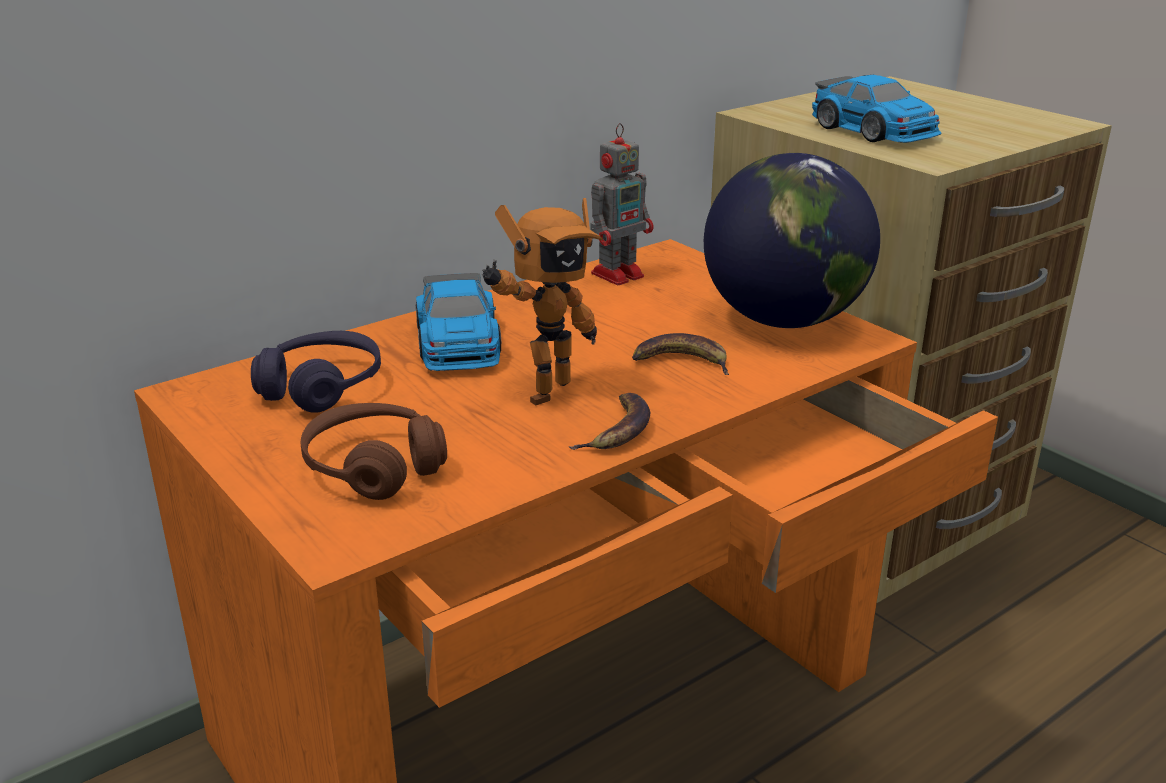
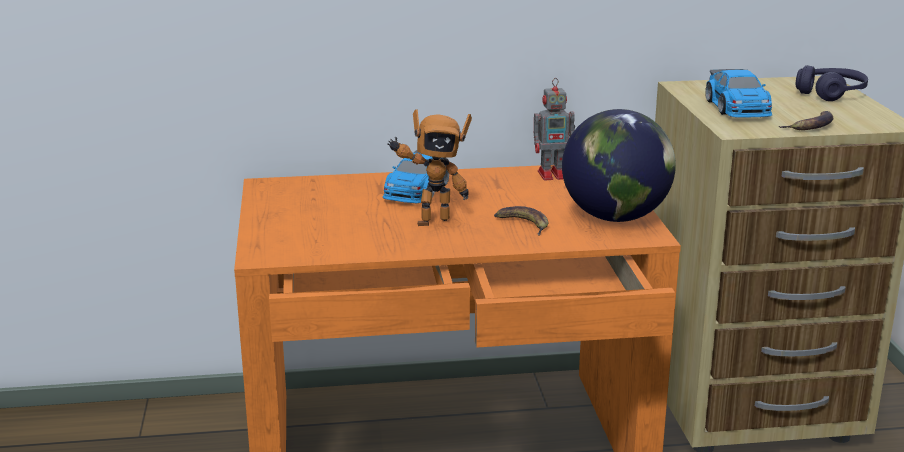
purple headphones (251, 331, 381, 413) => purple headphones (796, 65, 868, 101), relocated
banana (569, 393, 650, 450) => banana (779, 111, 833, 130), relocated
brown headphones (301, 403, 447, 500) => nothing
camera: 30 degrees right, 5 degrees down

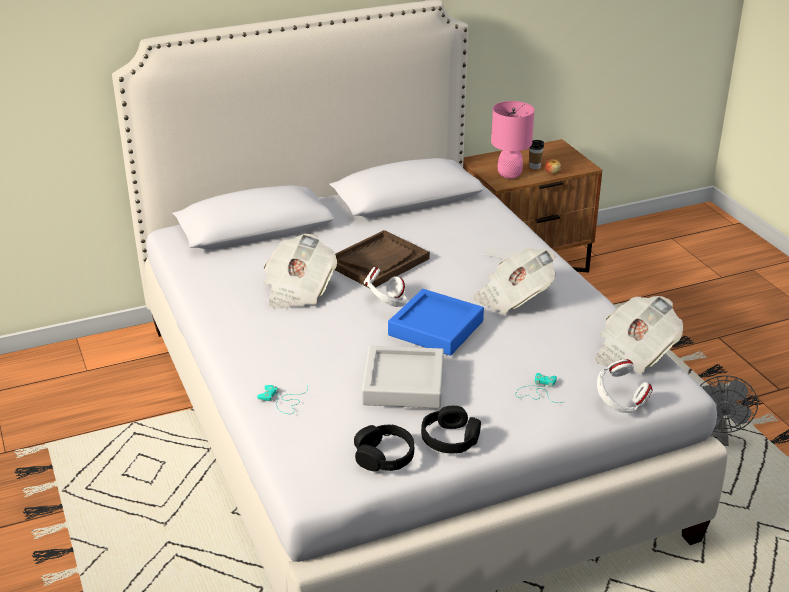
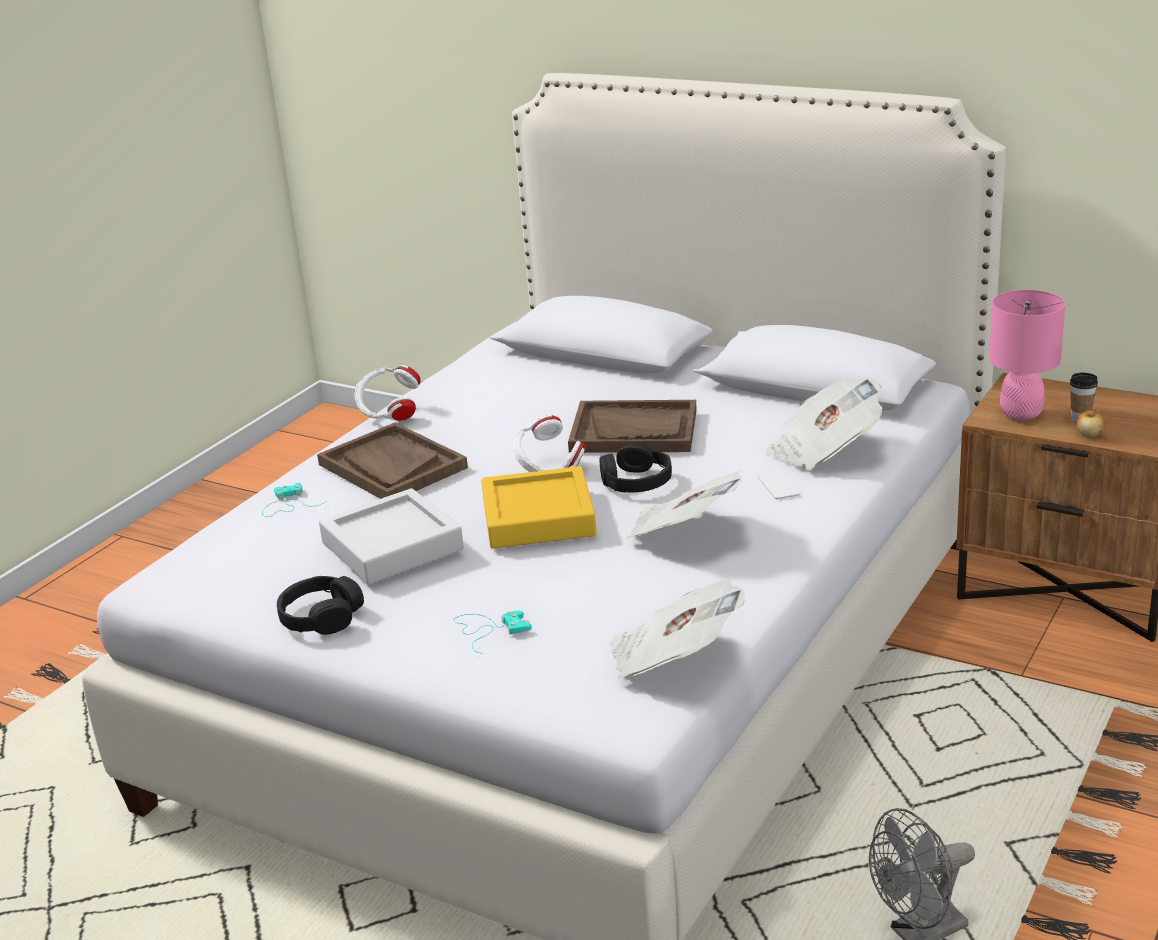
newspaper (264, 234, 337, 309) => newspaper (766, 378, 883, 469), relocated
blue tray (388, 289, 484, 356) => yellow tray (481, 466, 597, 548)
white headphones (597, 359, 652, 413) => white headphones (354, 365, 421, 421), relocated
black headphones (354, 425, 414, 472) => black headphones (599, 443, 672, 492), relocated
nothing => brown tray (317, 423, 468, 499)
camera: 55 degrees right, 5 degrees down

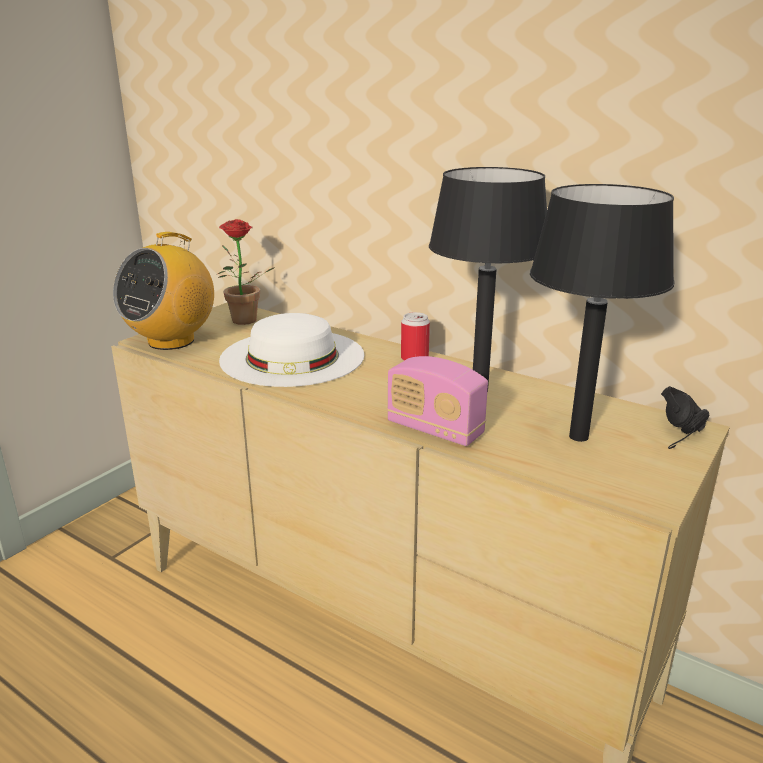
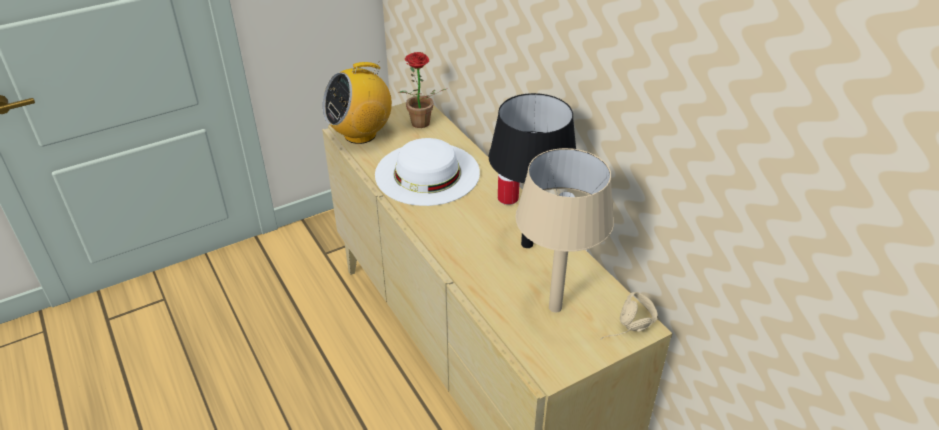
black table lamp (530, 184, 674, 442) => beige table lamp (515, 148, 614, 313)
radio (387, 356, 488, 446) => nothing
black headphones (661, 386, 710, 449) => beige headphones (601, 292, 658, 340)
camera: 25 degrees right, 15 degrees up

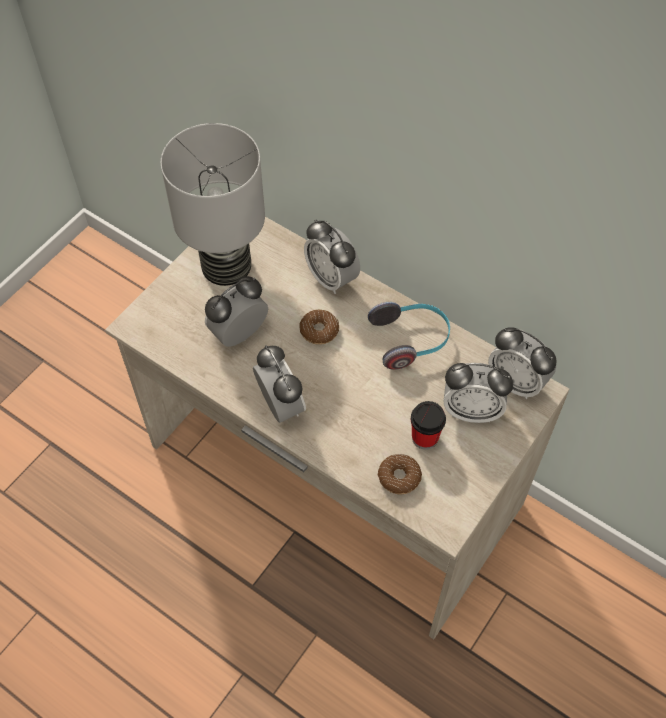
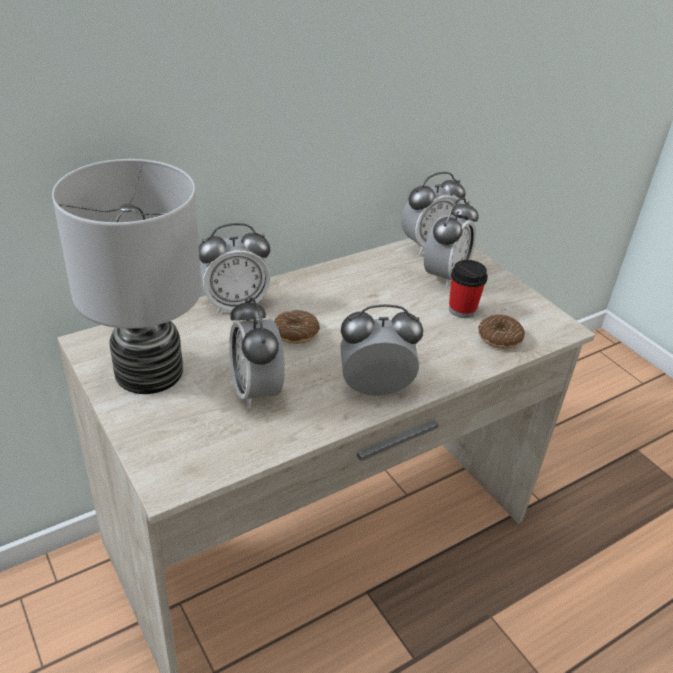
headphones (368, 302, 450, 370) => nothing
camera: 70 degrees left, 20 degrees down

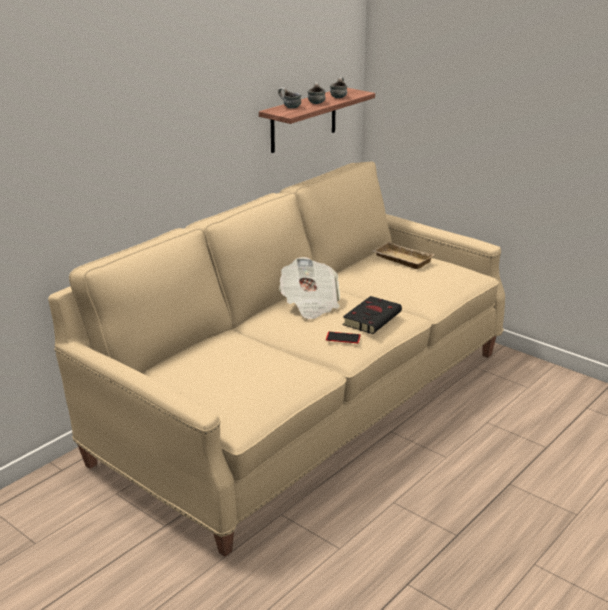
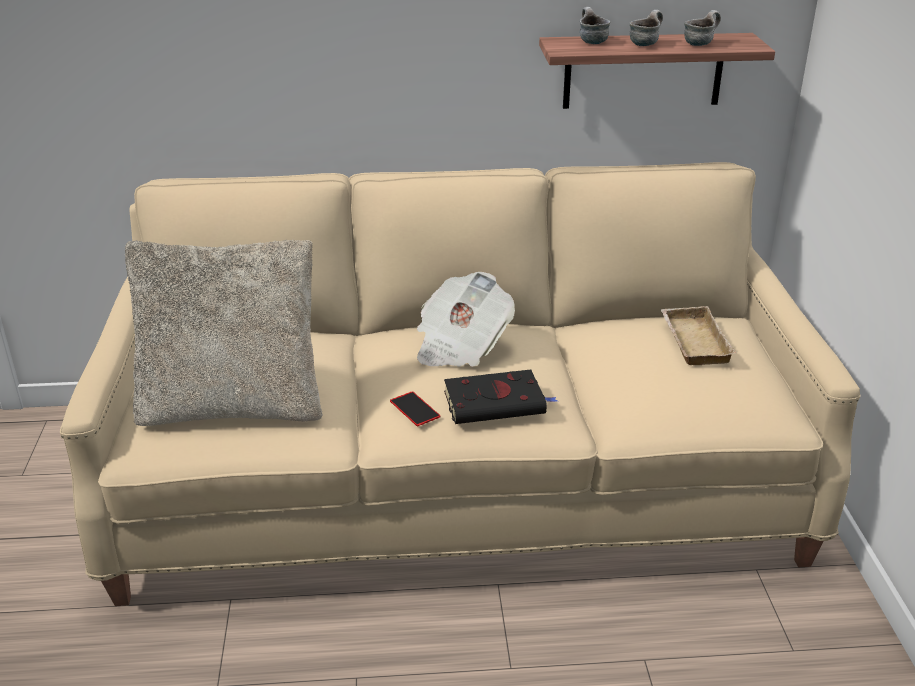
nothing => beige pillow (125, 240, 323, 426)
camera: 45 degrees right, 5 degrees up

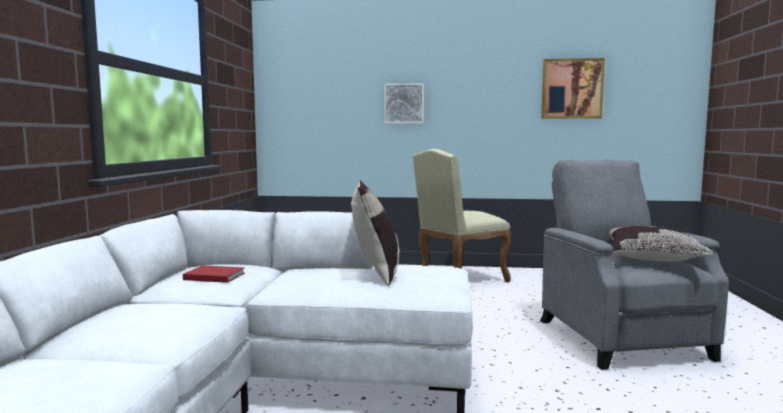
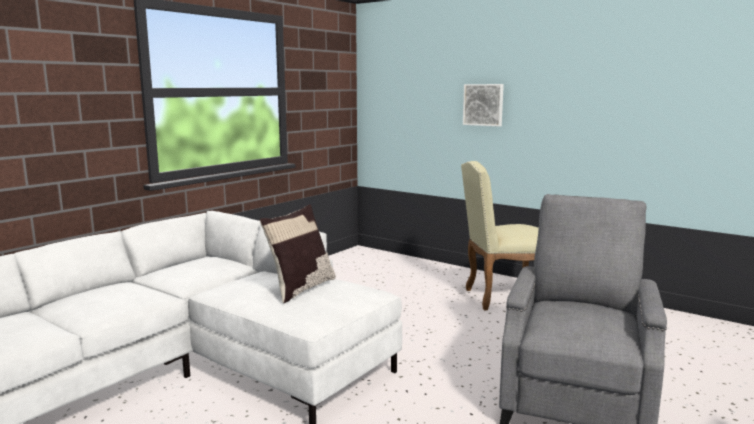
picture (541, 58, 605, 119) => nothing
pillow (609, 226, 713, 261) => nothing
red book (183, 265, 245, 283) => nothing
camera: 30 degrees right, 5 degrees up

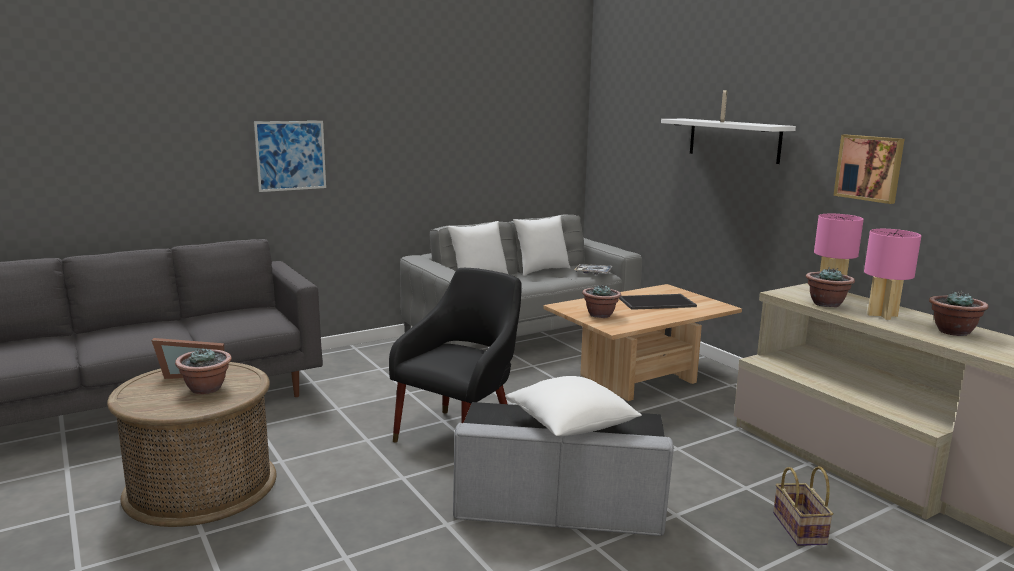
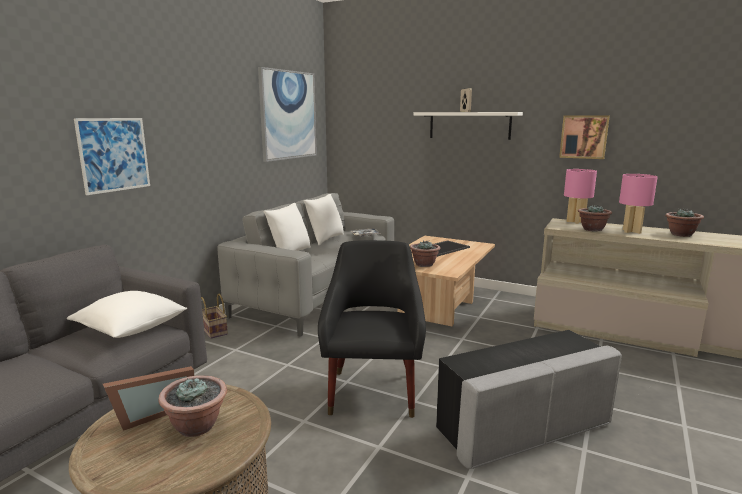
white pillow (505, 376, 642, 436) => white pillow (67, 291, 187, 338), relocated
basket (773, 466, 833, 546) => basket (201, 293, 228, 339), relocated
nothing => picture (258, 67, 317, 162)
camera: 30 degrees left, 0 degrees up

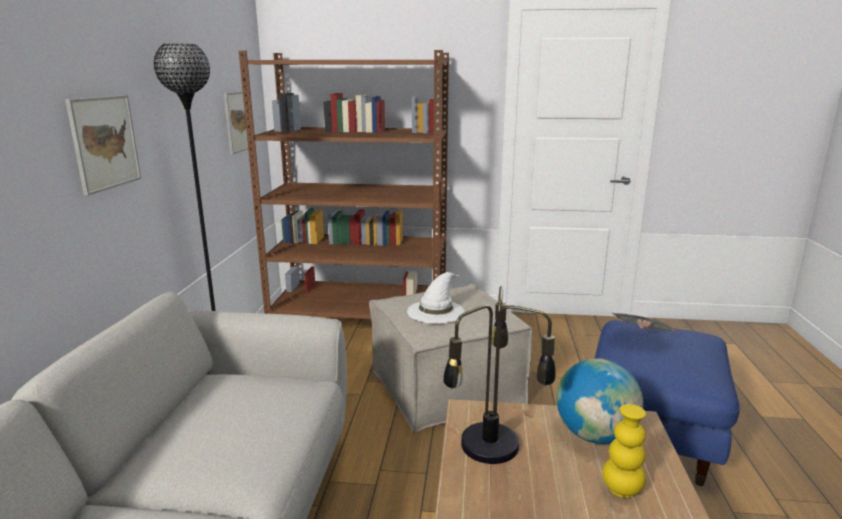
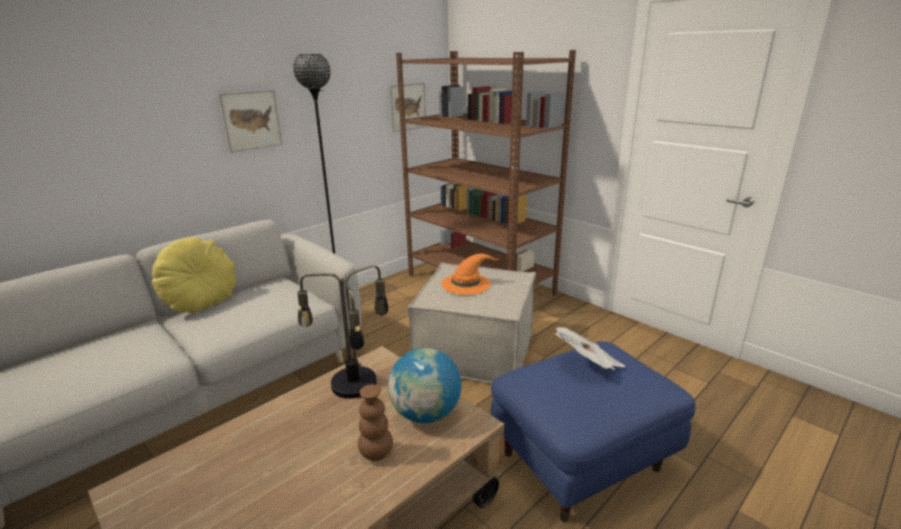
white hat (407, 272, 465, 323) => orange hat (441, 254, 501, 295)
yellow vase (602, 404, 646, 498) => brown vase (358, 384, 393, 461)
nothing => yellow pillow (152, 237, 236, 313)
camera: 40 degrees right, 5 degrees up

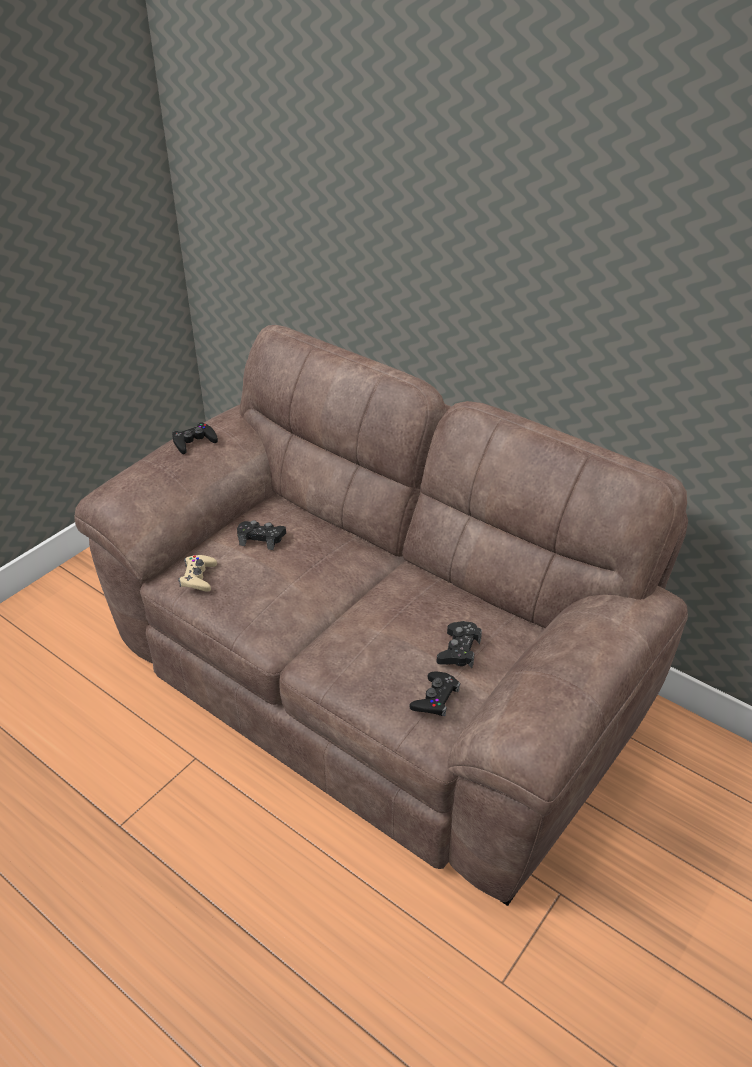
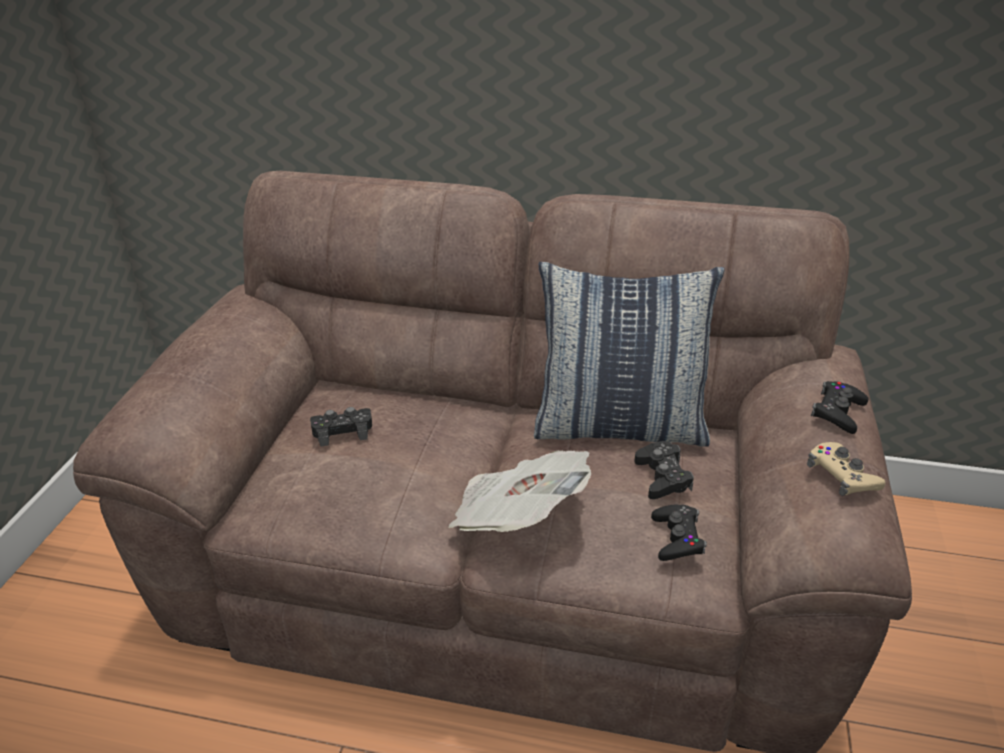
black game controller (172, 422, 218, 454) => black game controller (811, 381, 868, 434), relocated
beige game controller (178, 555, 217, 592) => beige game controller (807, 442, 886, 496), relocated
nothing => pillow (534, 262, 725, 447)
nothing => newspaper (448, 451, 591, 532)
camera: 25 degrees left, 5 degrees down

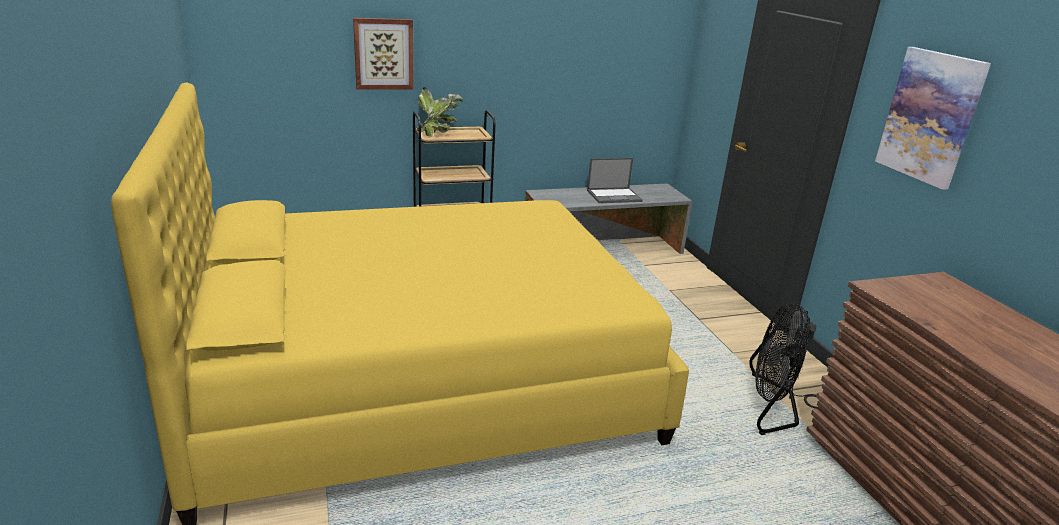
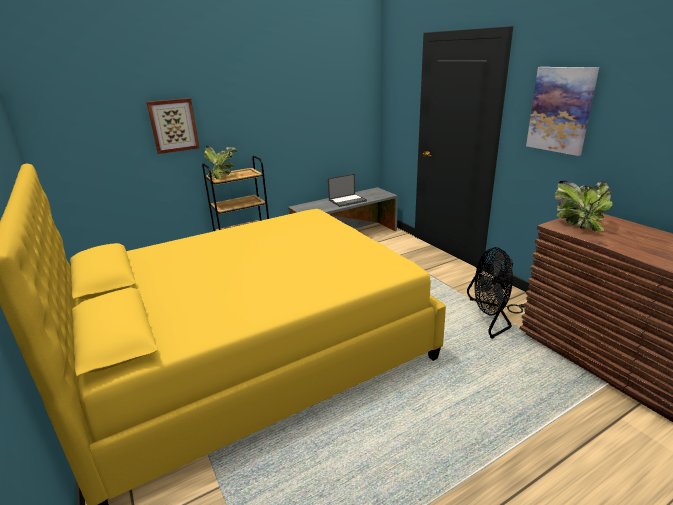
nothing => potted plant (555, 180, 612, 232)
camera: 10 degrees left, 0 degrees up

